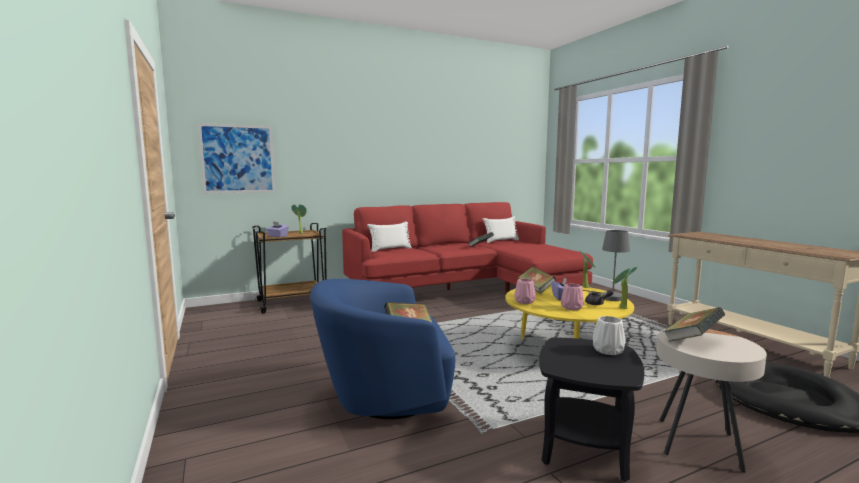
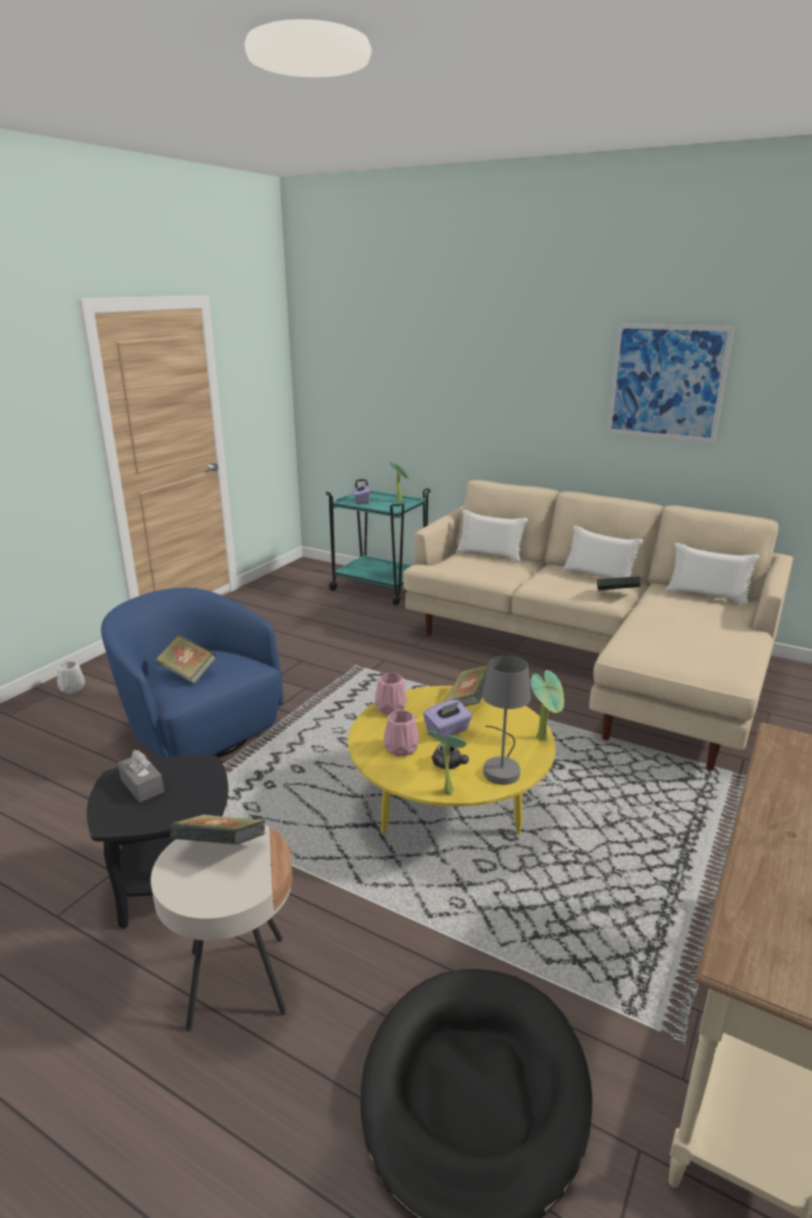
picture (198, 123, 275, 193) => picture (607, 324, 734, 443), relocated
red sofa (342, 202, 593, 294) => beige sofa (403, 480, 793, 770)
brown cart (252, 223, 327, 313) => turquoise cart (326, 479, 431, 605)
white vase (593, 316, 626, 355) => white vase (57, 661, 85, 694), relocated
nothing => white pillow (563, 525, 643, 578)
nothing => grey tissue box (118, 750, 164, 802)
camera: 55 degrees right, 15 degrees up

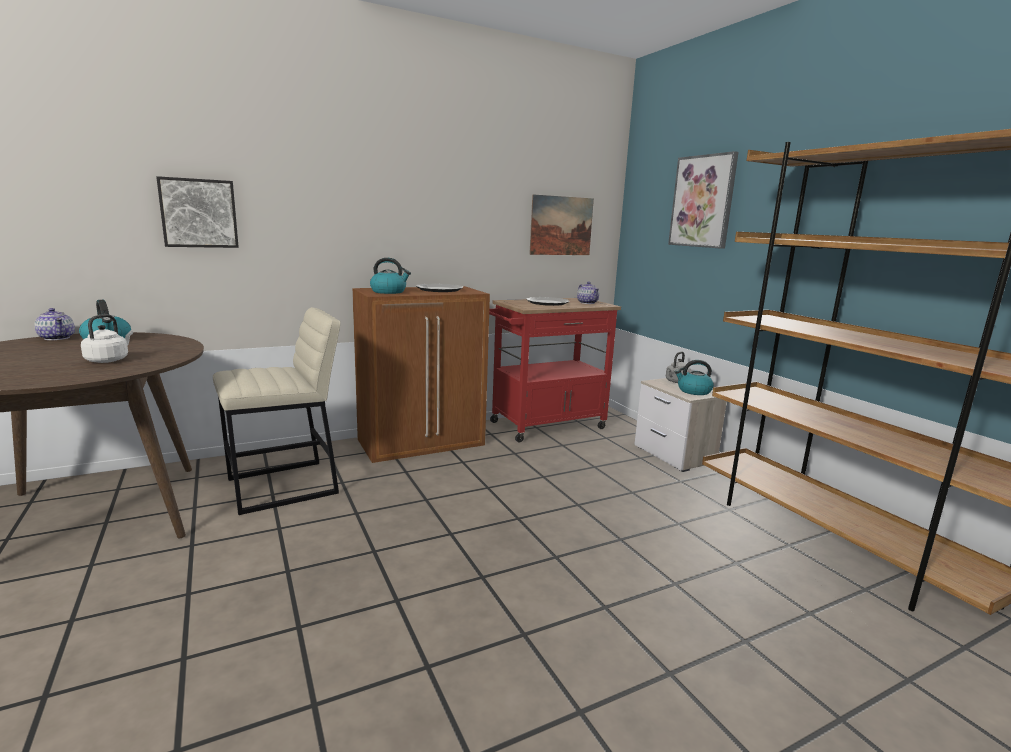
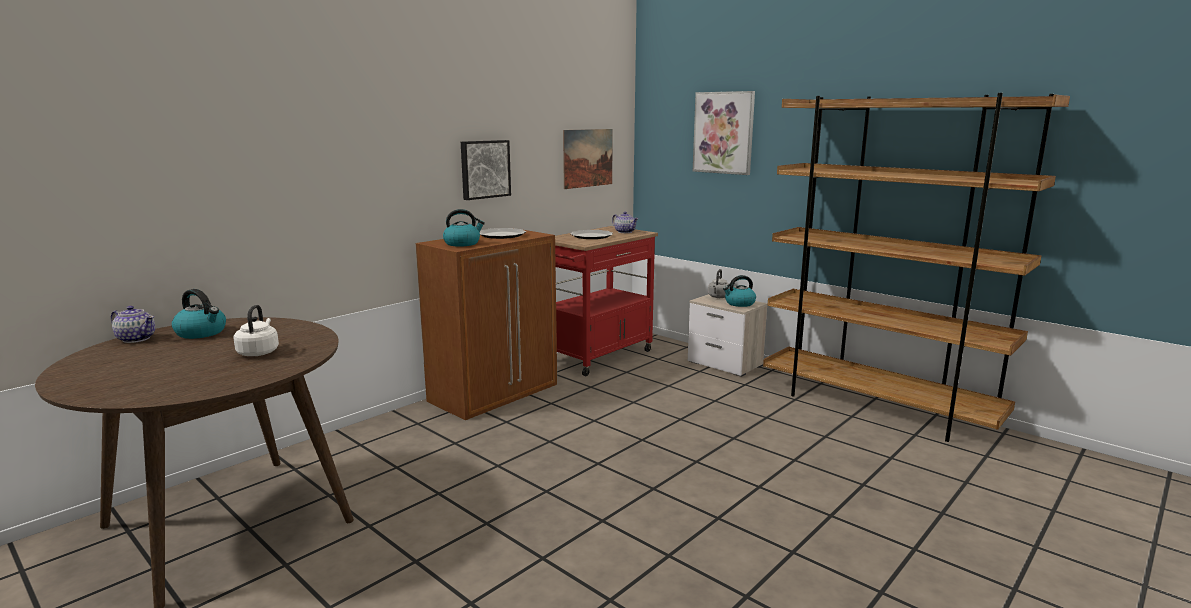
picture (156, 176, 239, 248) => picture (461, 140, 511, 200), relocated
beige chair (213, 307, 340, 515) => nothing
camera: 20 degrees left, 0 degrees up

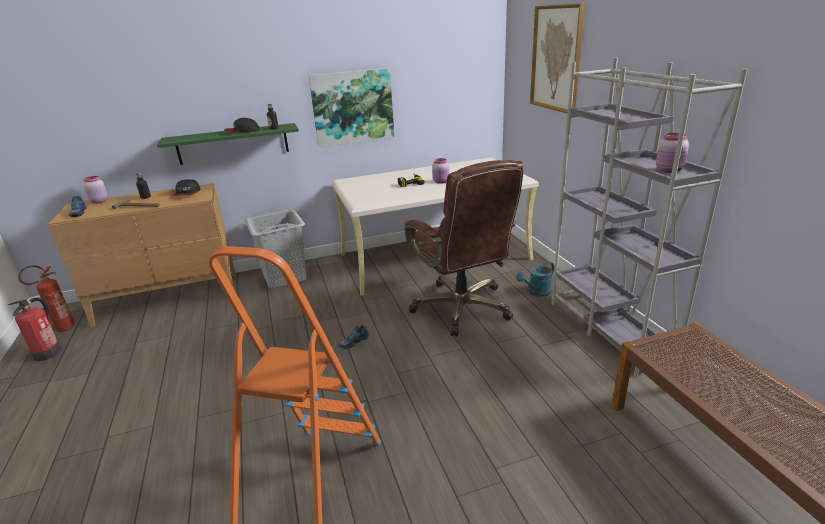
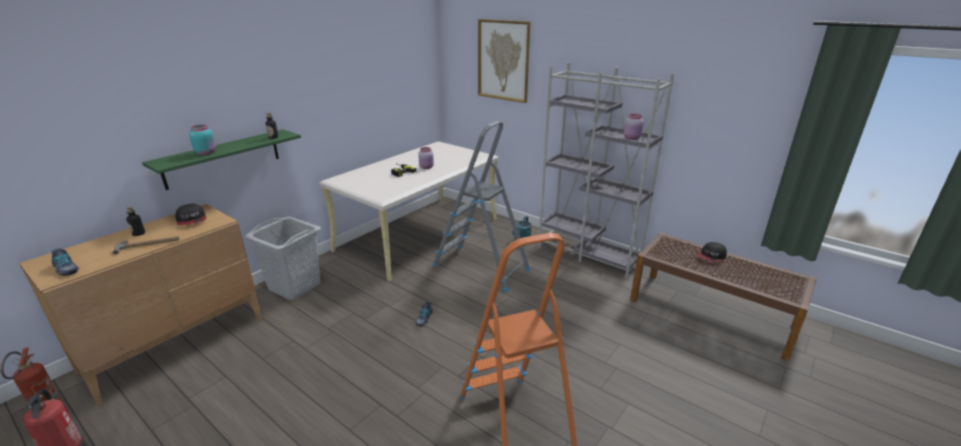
picture (308, 68, 395, 147) => nothing
cap (224, 118, 260, 133) => cap (697, 242, 727, 263), relocated
brown office chair (404, 160, 523, 336) => grey step ladder (433, 121, 530, 292)
pink jar (83, 176, 108, 204) => nothing
nothing => turquoise jar (189, 125, 216, 155)
camera: 35 degrees left, 0 degrees up

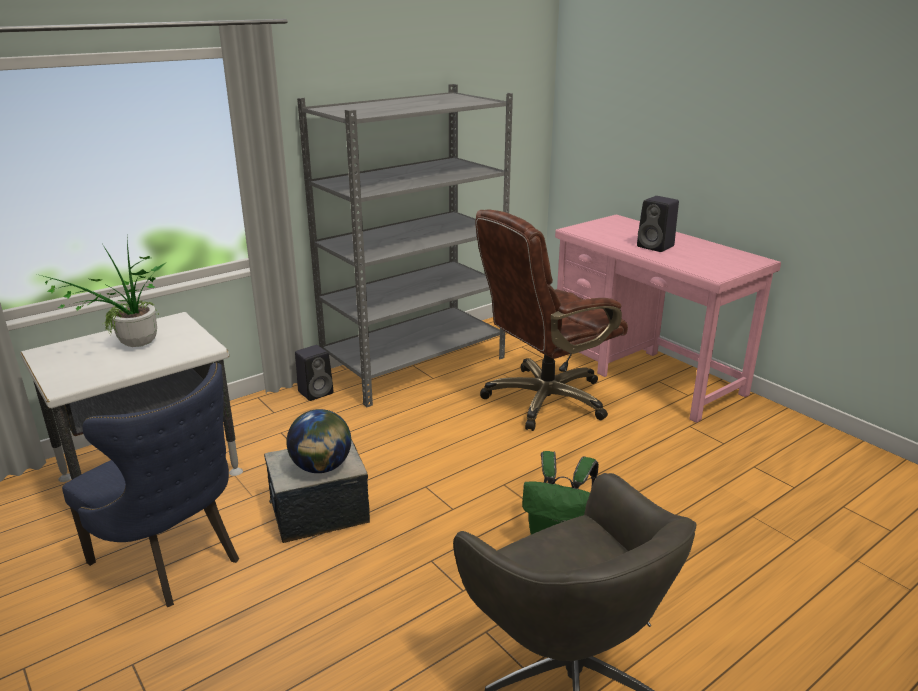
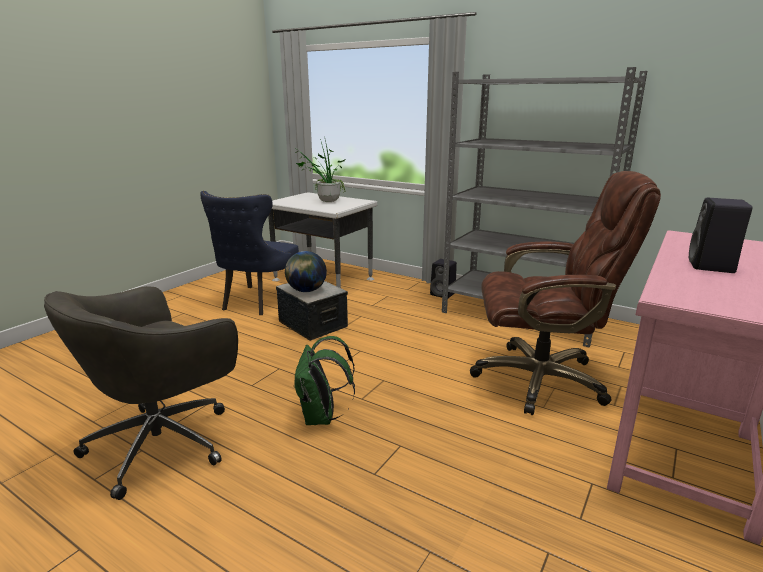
brown office chair (475, 209, 628, 431) => brown office chair (470, 171, 661, 415), 150 degrees clockwise
camera: 70 degrees right, 5 degrees down

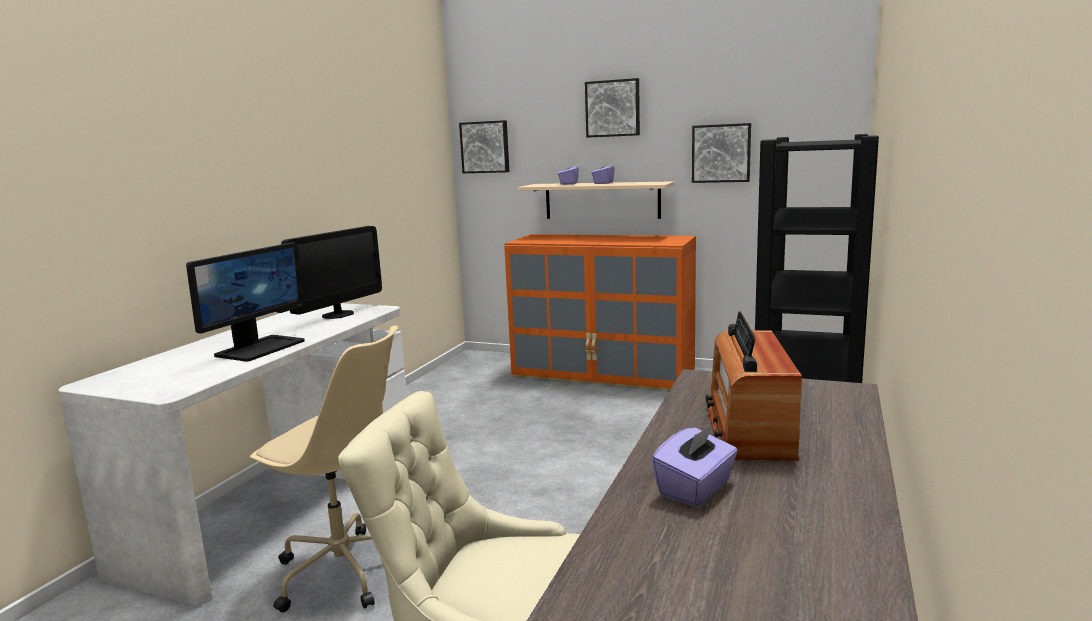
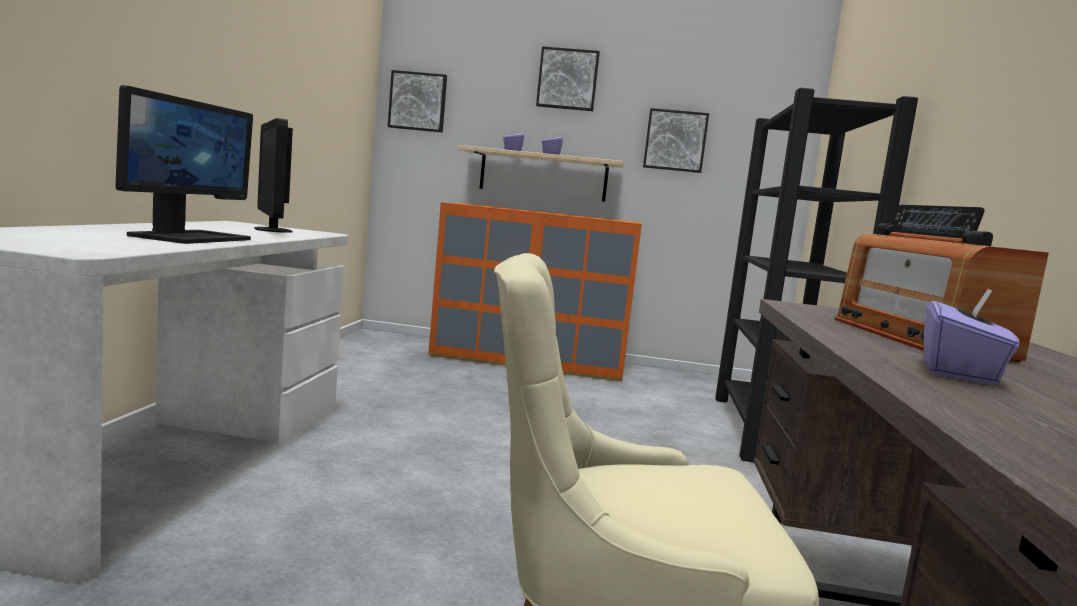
monitor (281, 226, 382, 319) => monitor (254, 118, 293, 233), 135 degrees clockwise
beige office chair (250, 325, 398, 613) => nothing
camera: 15 degrees left, 5 degrees down

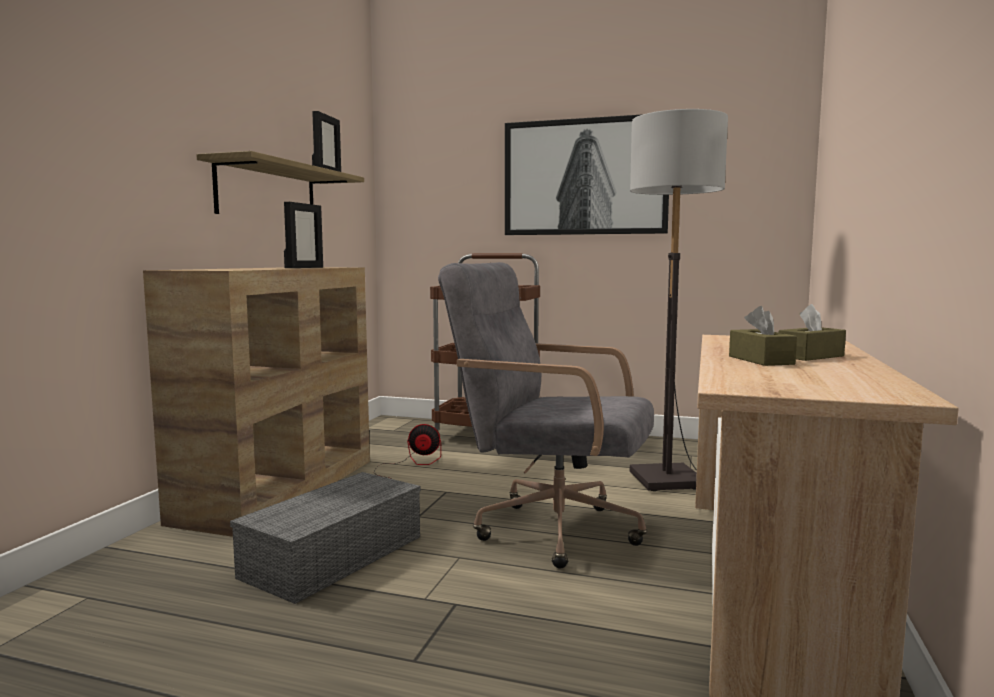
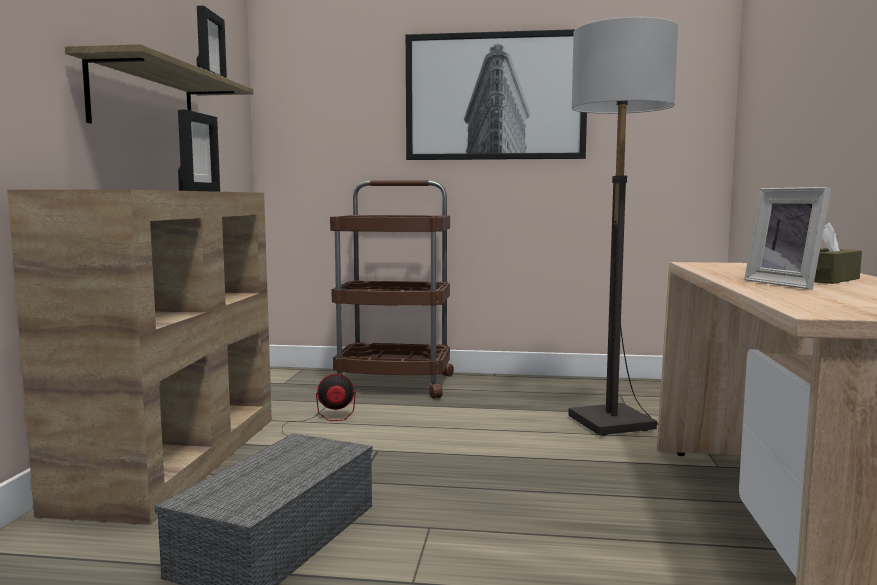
grey office chair (438, 262, 654, 568) => nothing
brown tissue box (729, 306, 797, 366) => picture frame (744, 187, 831, 290)
camera: 10 degrees left, 0 degrees up

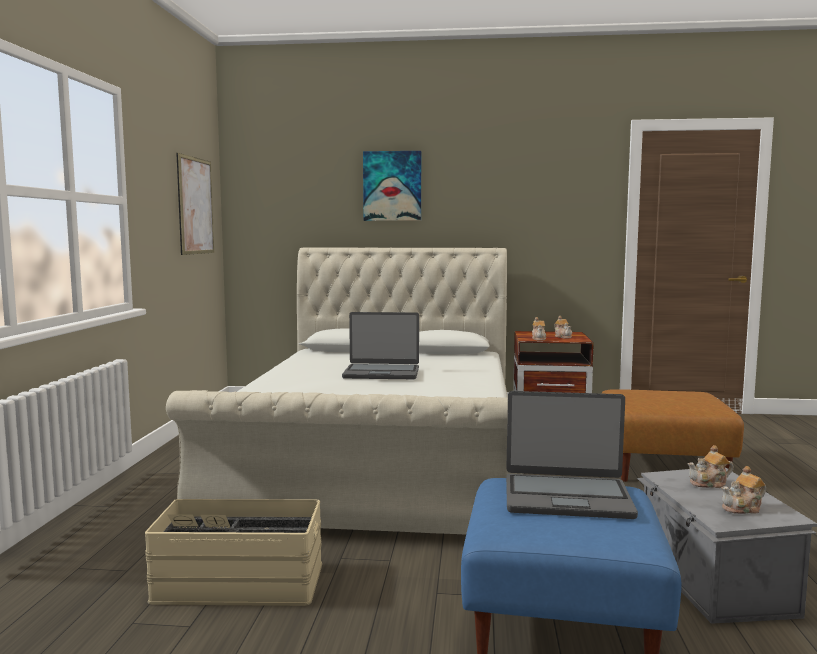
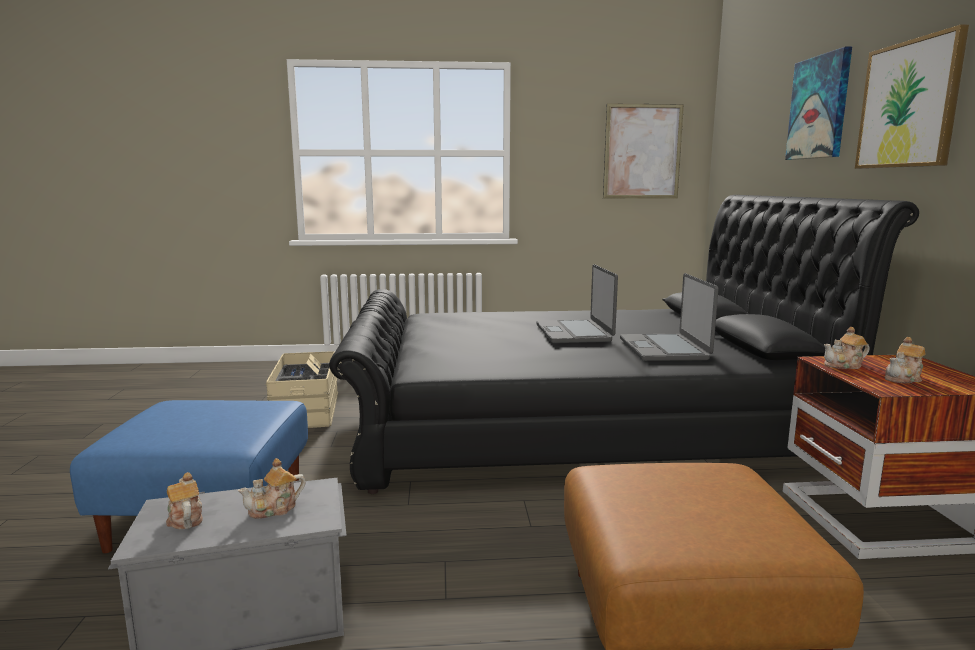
beige bed (166, 248, 523, 535) => black bed (329, 195, 919, 494)
laptop (506, 391, 638, 519) => laptop (620, 273, 718, 361), relocated
teapot (687, 445, 733, 488) => teapot (238, 458, 305, 519), 105 degrees counterclockwise
nothing => picture (855, 25, 969, 169)
camera: 80 degrees right, 5 degrees up

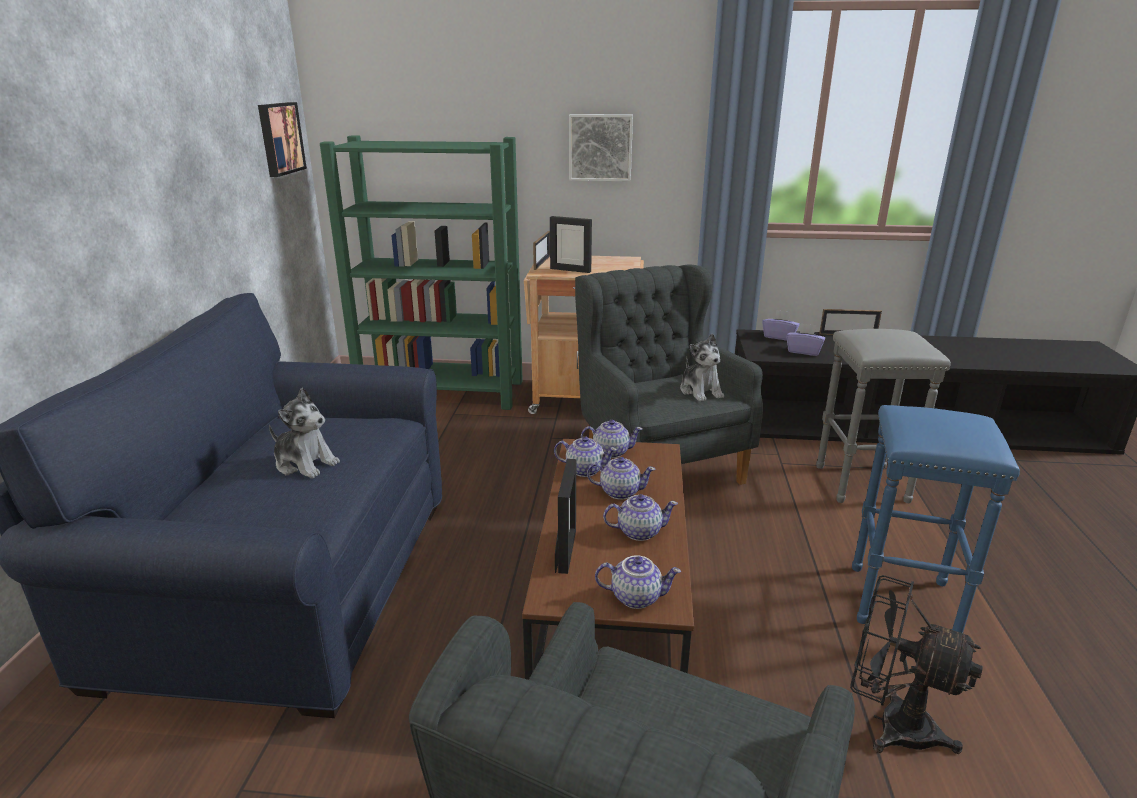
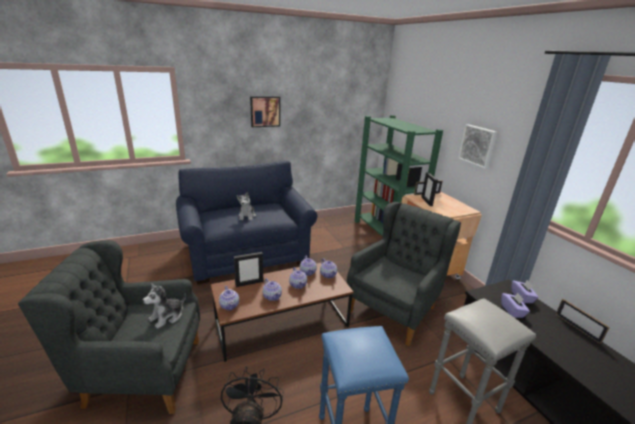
picture (258, 102, 307, 177) => picture (250, 96, 280, 127), relocated
plush toy (680, 333, 724, 402) => plush toy (143, 283, 186, 329), relocated
camera: 60 degrees right, 0 degrees up

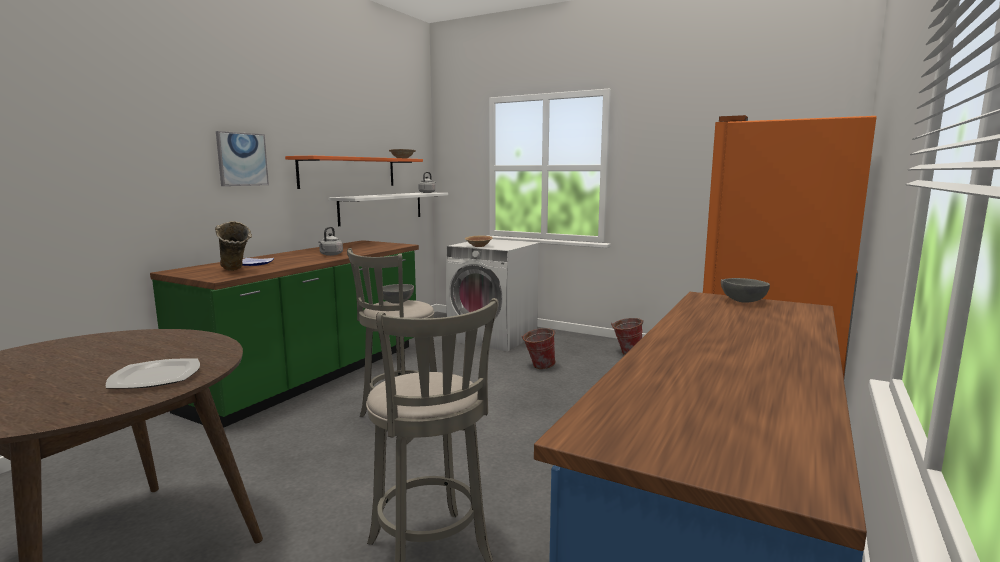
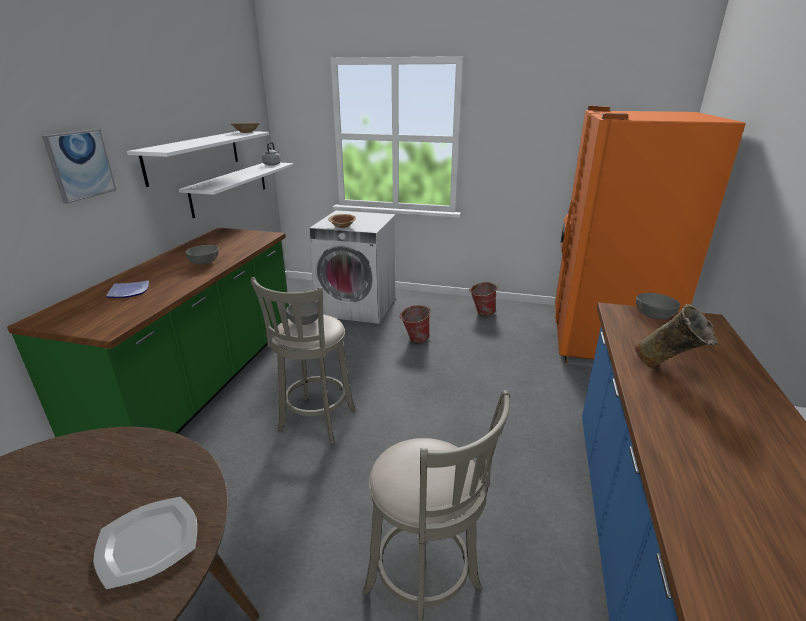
orange shelf (285, 156, 423, 189) => white shelf (127, 131, 269, 187)
beige vase (215, 221, 252, 271) => beige vase (635, 304, 718, 368), relocated
grey kettle (318, 227, 343, 256) => grey bowl (186, 245, 219, 265)
camera: 15 degrees left, 15 degrees up

